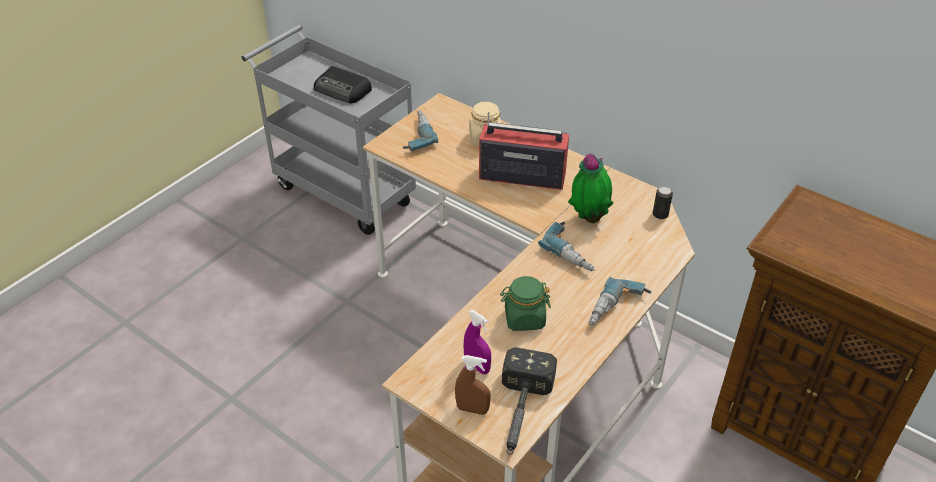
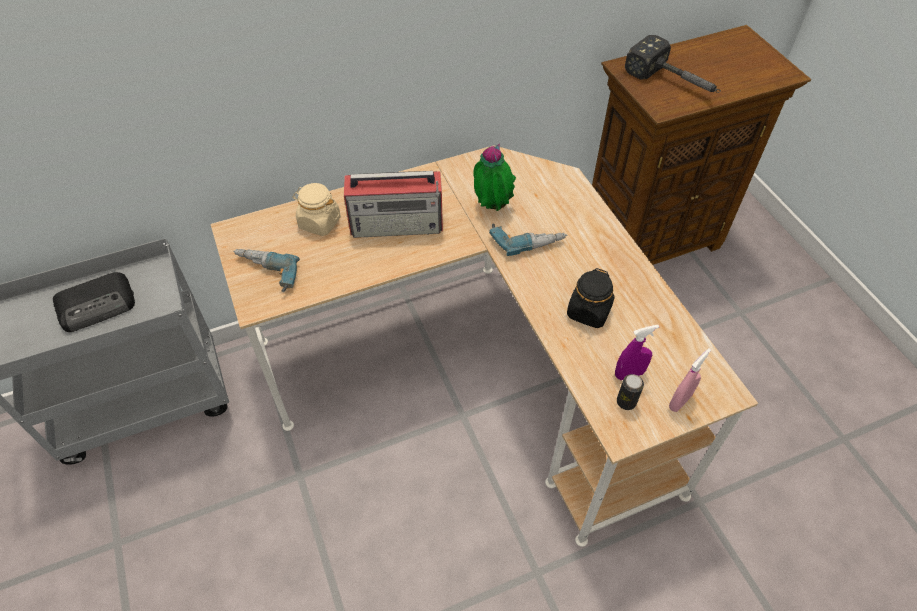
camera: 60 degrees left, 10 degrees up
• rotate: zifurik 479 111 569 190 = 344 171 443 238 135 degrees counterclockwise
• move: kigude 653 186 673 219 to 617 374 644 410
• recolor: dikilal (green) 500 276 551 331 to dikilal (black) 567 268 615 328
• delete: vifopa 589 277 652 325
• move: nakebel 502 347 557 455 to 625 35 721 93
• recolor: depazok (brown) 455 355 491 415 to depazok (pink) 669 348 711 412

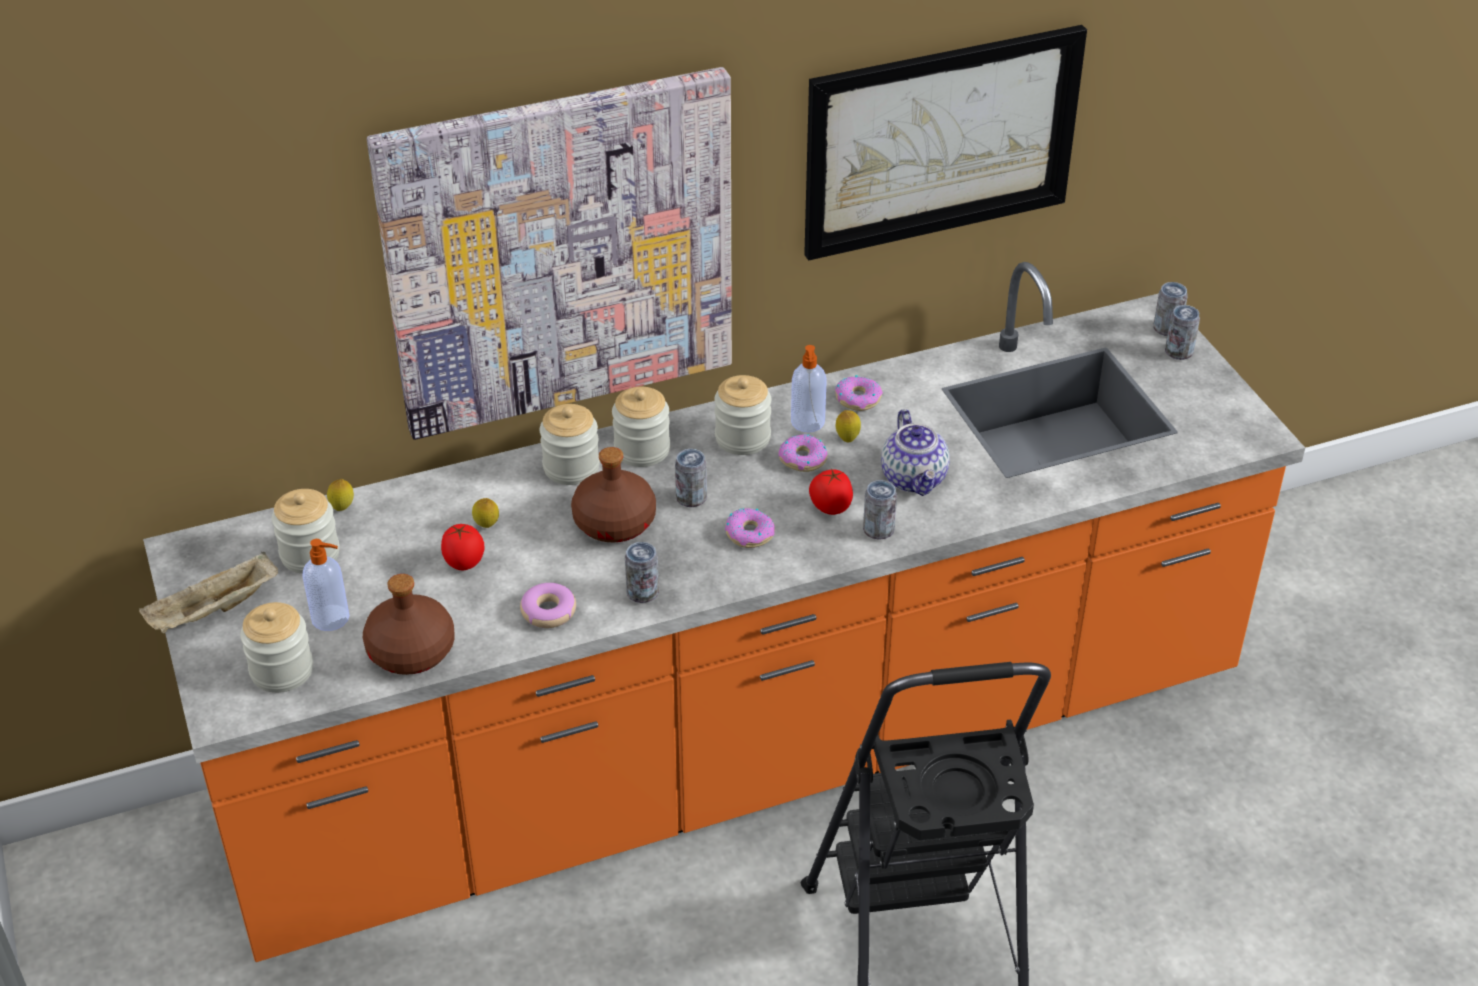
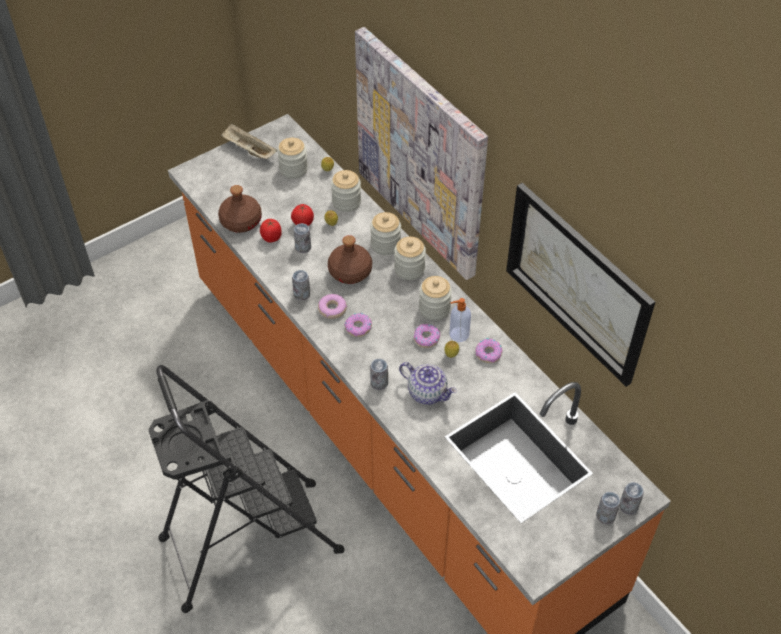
camera: 75 degrees right, 10 degrees up
• rotate: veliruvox 881 409 950 496 = 399 362 457 405 120 degrees counterclockwise
• move: kigude 675 449 707 507 to 294 223 311 253
• move: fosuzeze 809 469 853 515 to 260 219 282 243
• delete: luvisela 302 539 349 631
• move: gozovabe 520 583 576 628 to 318 294 347 319
• move: dikilal 240 602 313 693 to 331 170 361 212

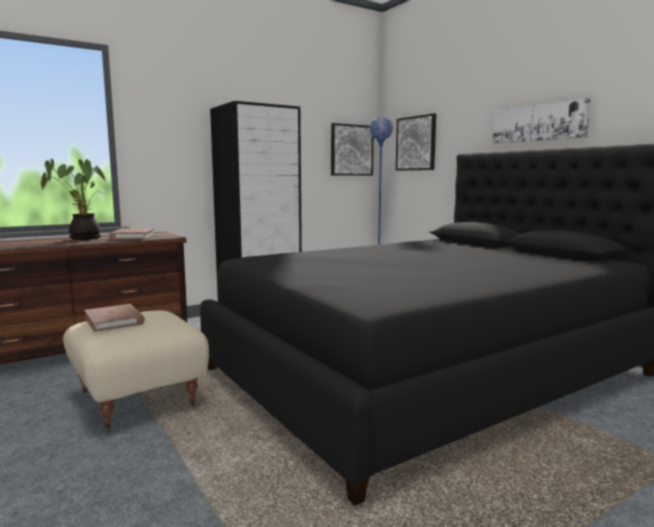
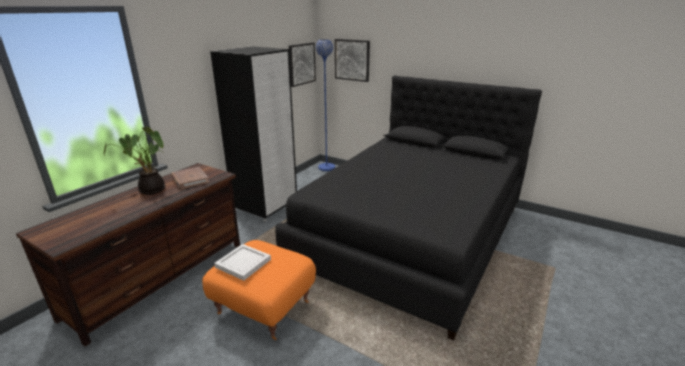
camera: 25 degrees left, 15 degrees up
• delete: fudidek 492 98 591 144
• replace: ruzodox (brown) 84 304 145 332 to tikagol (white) 214 244 271 281
• recolor: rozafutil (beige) 63 310 209 432 to rozafutil (orange) 202 240 316 340

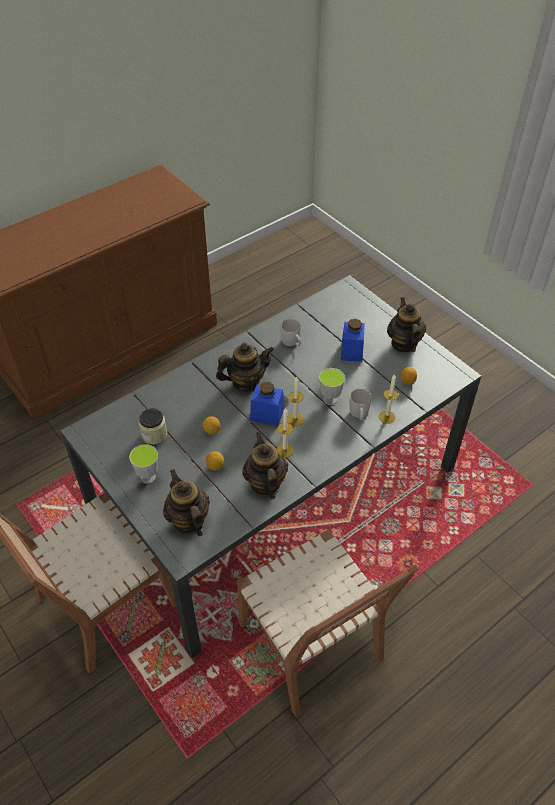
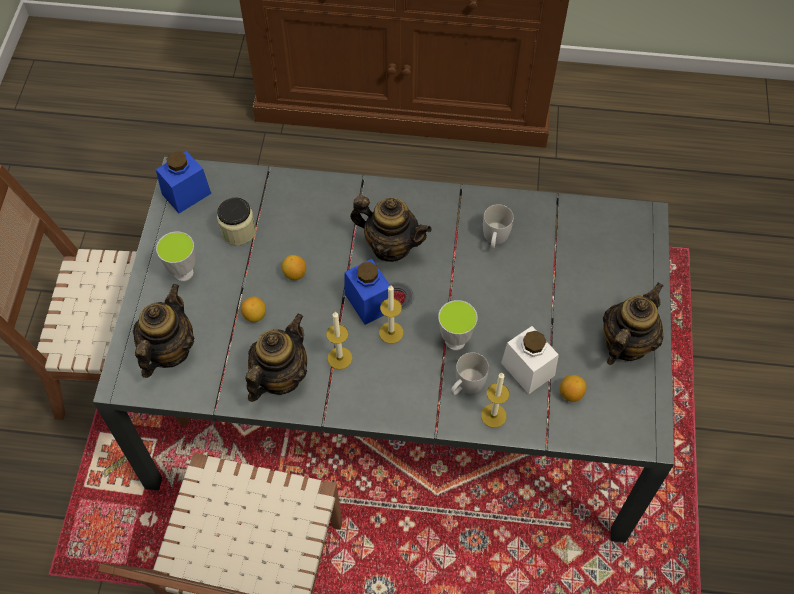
camera: 45 degrees right, 10 degrees up
• move: dikilal (blue) 341 319 365 362 to 156 151 211 213
• insert: dikilal (white) 501 326 559 394

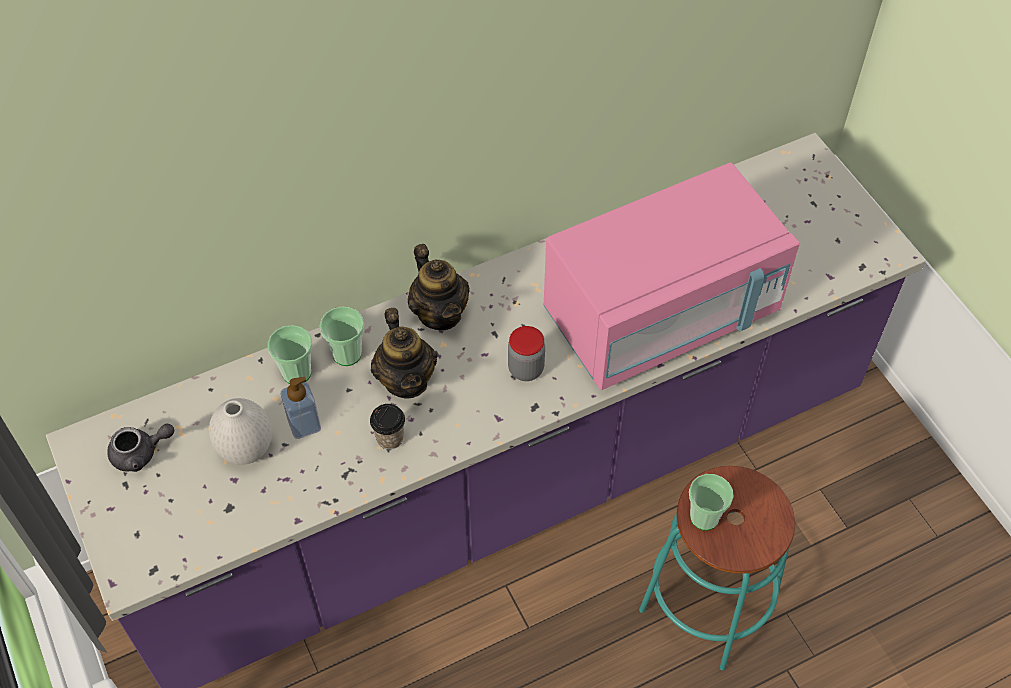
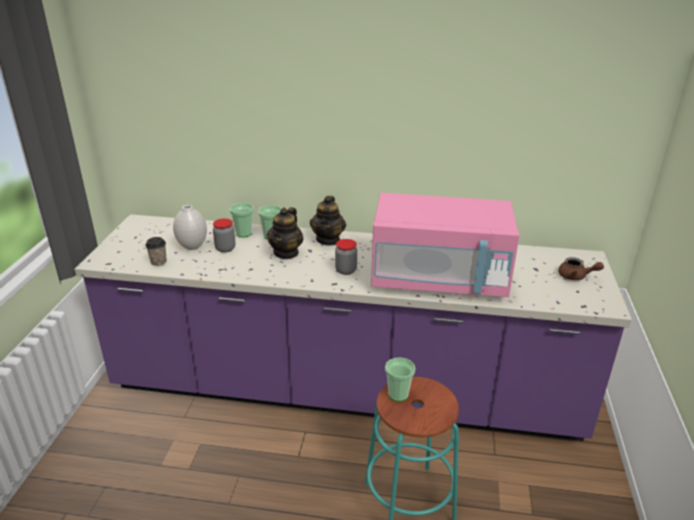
camera: 35 degrees right, 25 degrees down
• replace: luvisela 281 377 321 439 to dikilal 213 218 235 253
• move: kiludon 370 404 405 450 to 145 237 167 266
• delete: veliruvox (grey) 107 424 175 472
• insert: veliruvox (brown) 558 257 604 280

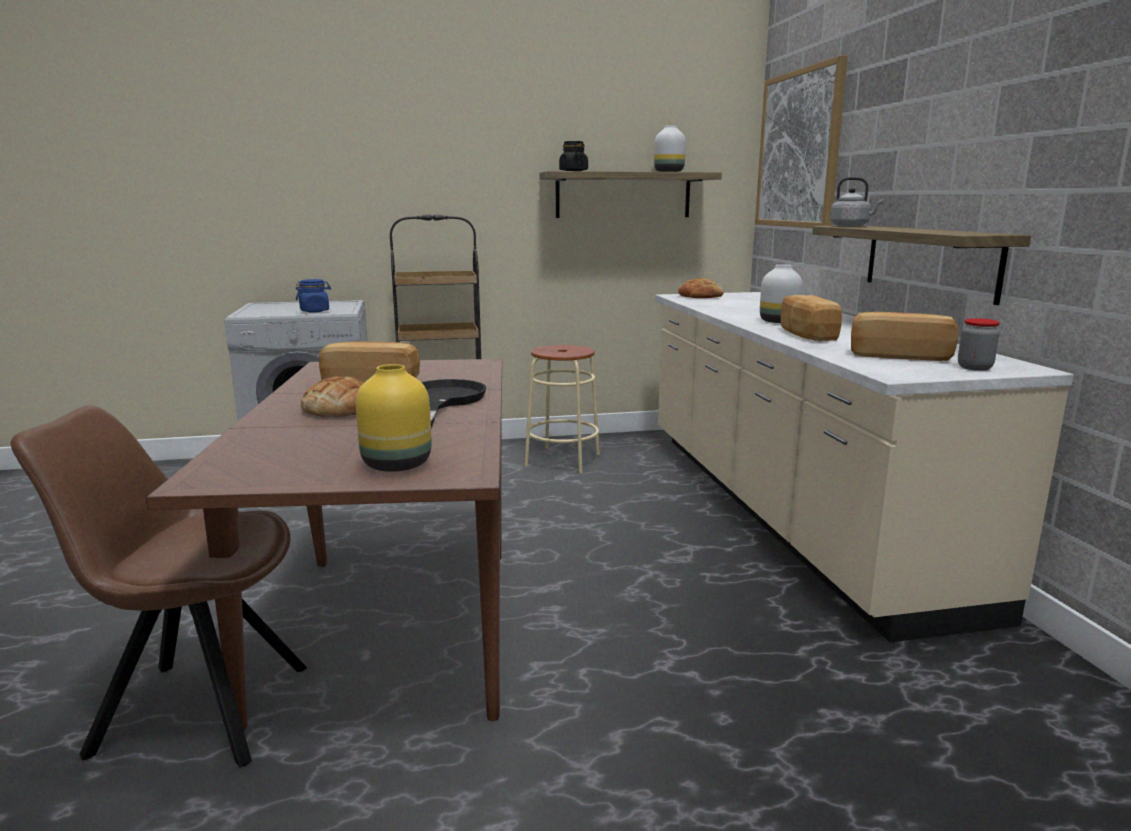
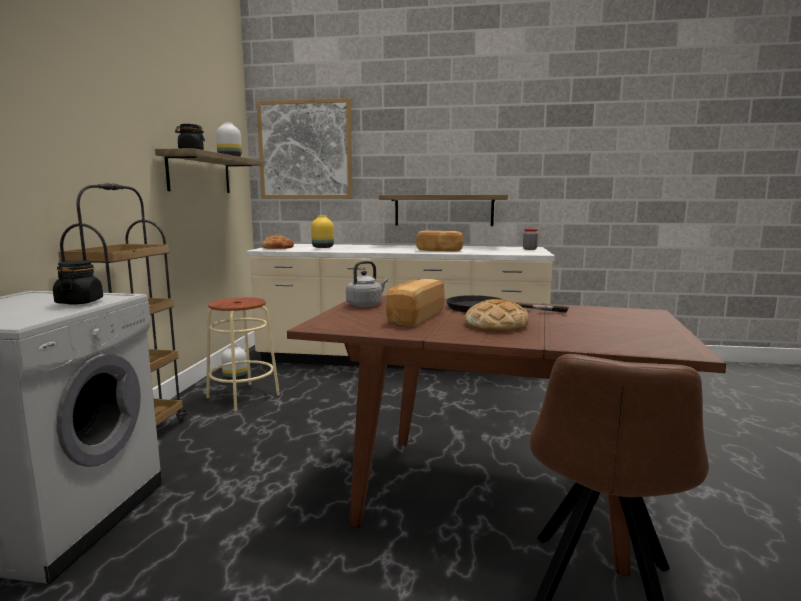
camera: 70 degrees left, 5 degrees down
• move: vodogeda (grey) 830 177 883 226 to 346 261 388 307
• move: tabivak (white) 760 264 803 323 to 221 344 248 380
• recolor: dikilal (blue) 296 279 331 312 to dikilal (black) 53 260 103 305
• delete: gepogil 851 312 958 361
• move: tabivak (yellow) 356 364 432 472 to 311 216 334 248

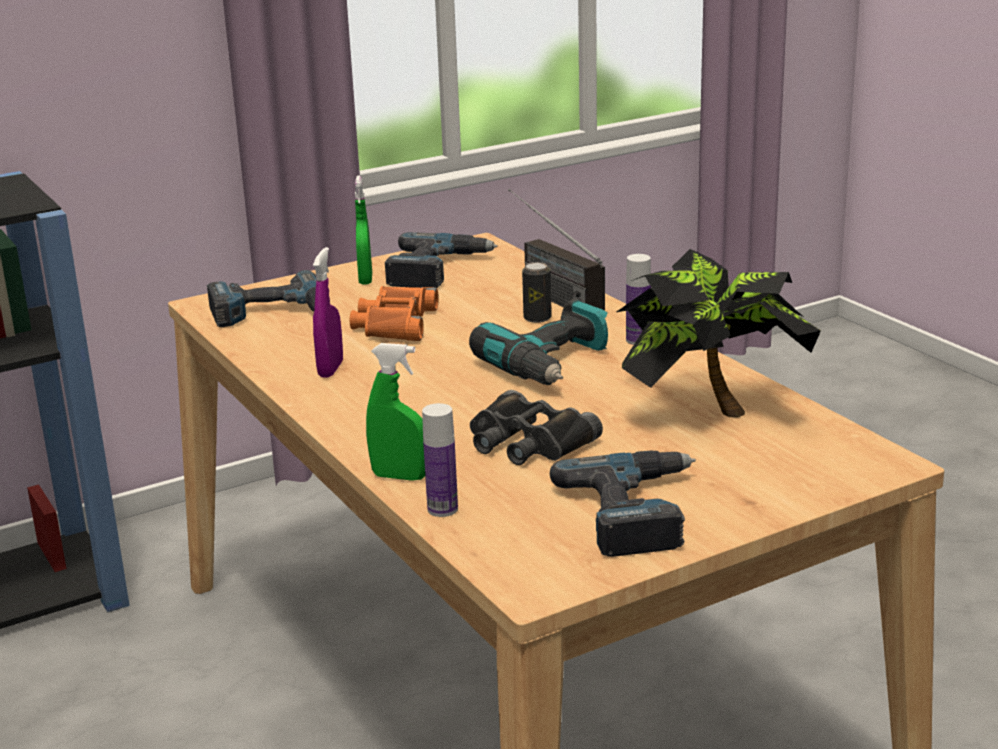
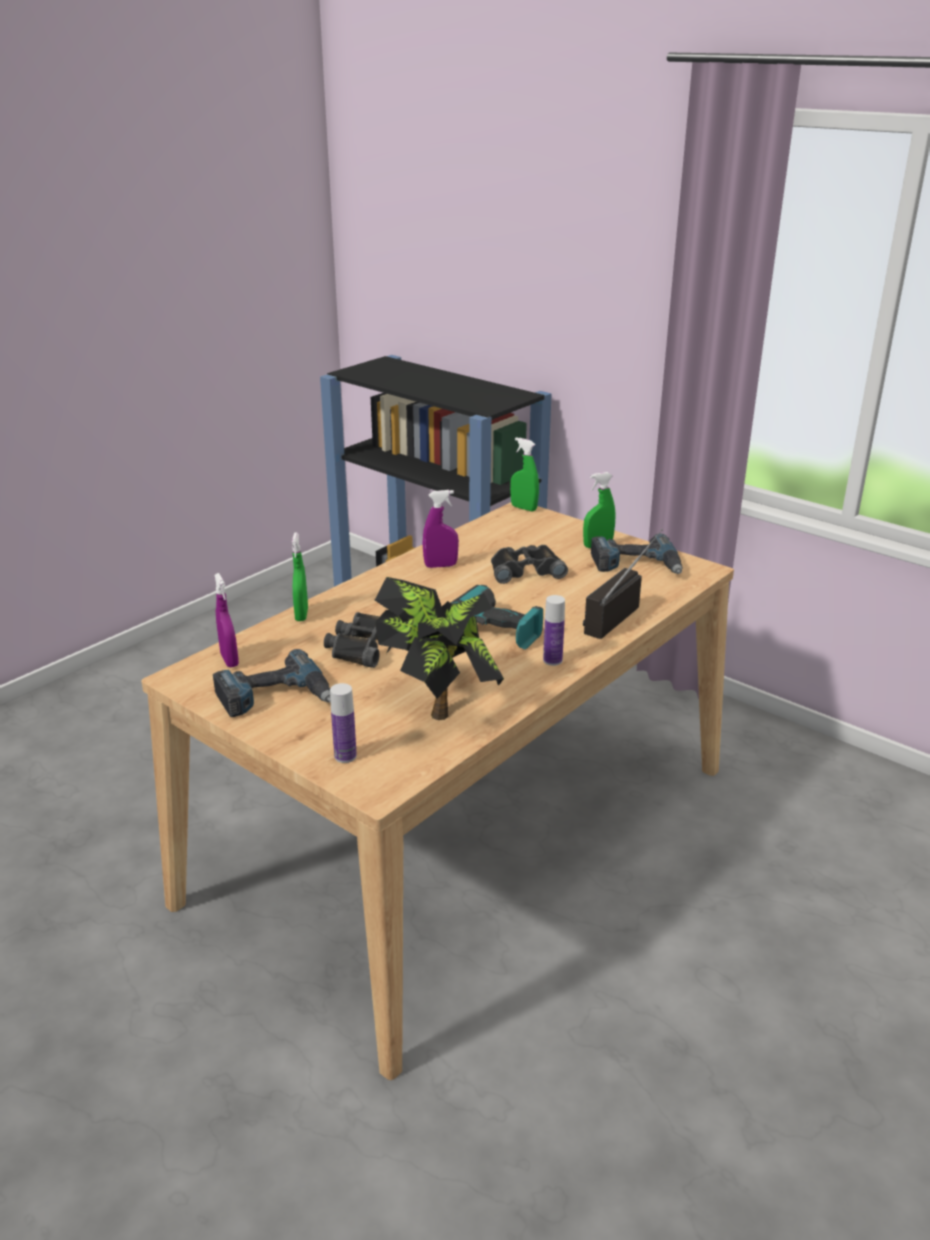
camera: 70 degrees right, 5 degrees up
• delete: kigude 522 262 552 323
• delete: vifopa 207 270 316 327
• recolor: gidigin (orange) 350 286 439 341 to gidigin (black) 491 545 568 584
• move: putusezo 422 403 458 517 to 330 683 357 763
• insert: depazok (green) 510 437 539 512
• insert: depazok (purple) 214 573 239 667

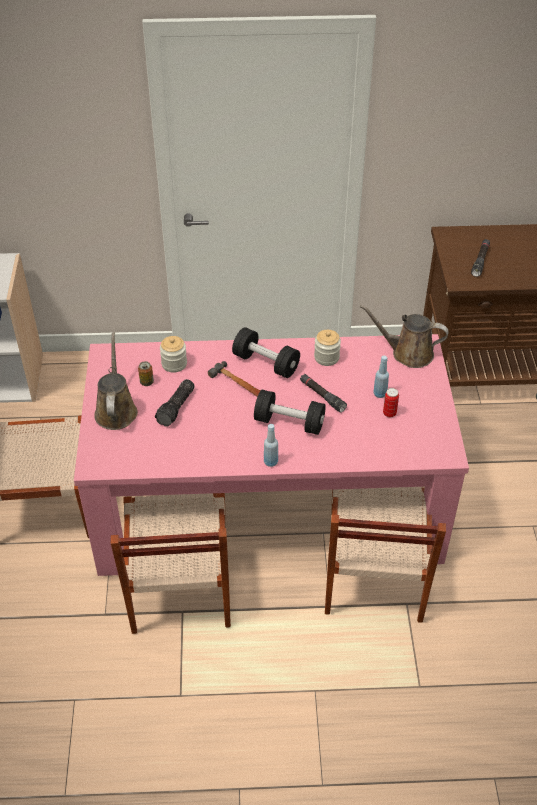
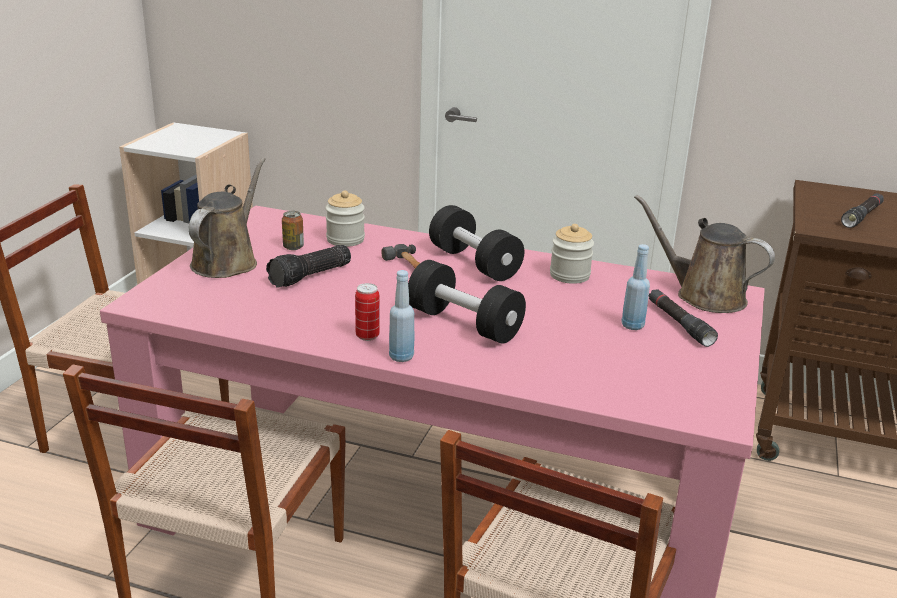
camera: 20 degrees right, 20 degrees down
• move: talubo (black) 300 374 347 413 to 649 289 718 347
• move: kigude 383 388 399 417 to 355 283 380 341

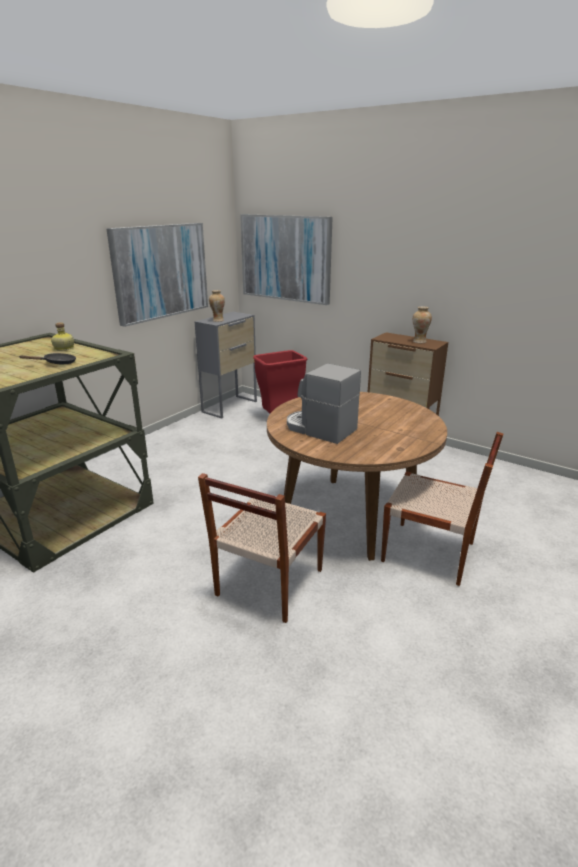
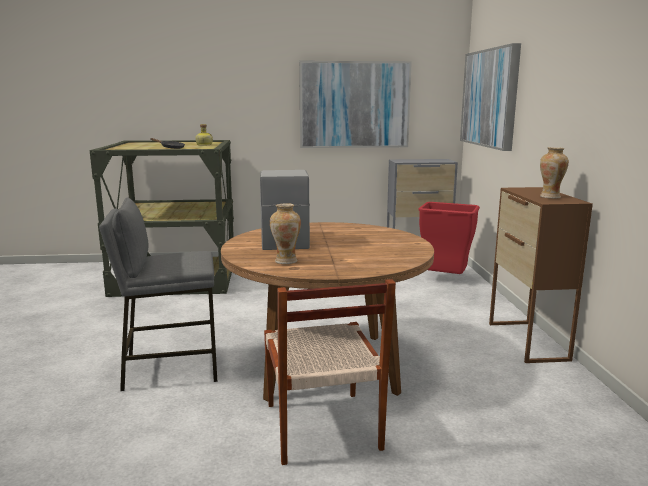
camera: 50 degrees right, 10 degrees down
• move: tabivak 209 290 225 322 to 270 203 301 264
• replace: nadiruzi 198 473 326 623 to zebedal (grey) 99 198 218 391

